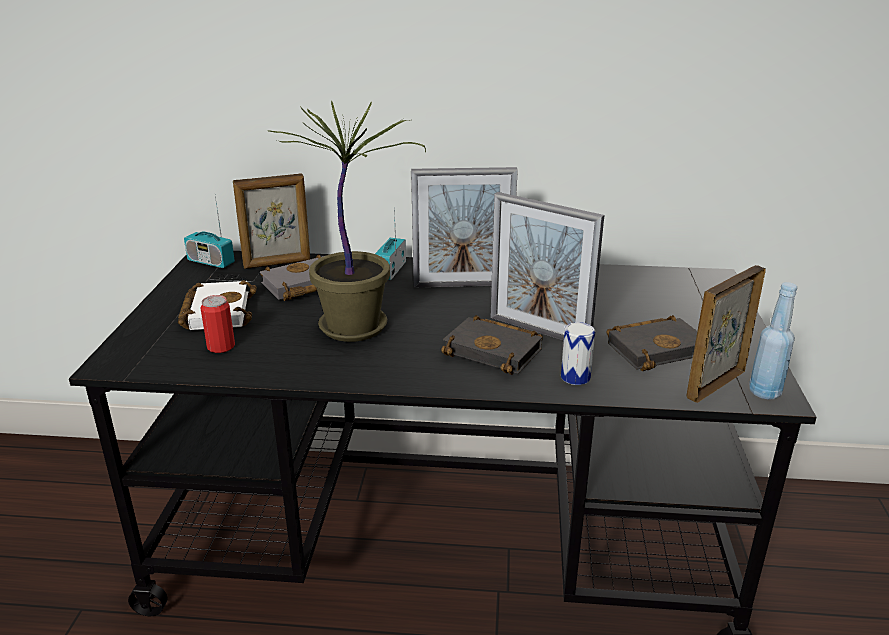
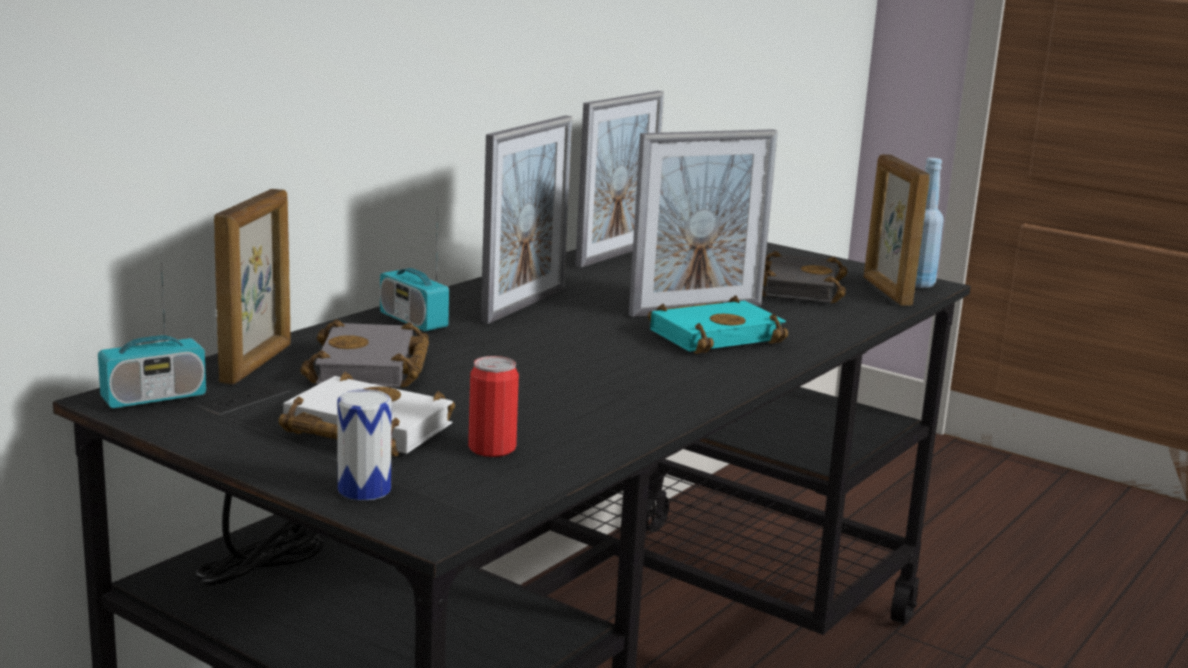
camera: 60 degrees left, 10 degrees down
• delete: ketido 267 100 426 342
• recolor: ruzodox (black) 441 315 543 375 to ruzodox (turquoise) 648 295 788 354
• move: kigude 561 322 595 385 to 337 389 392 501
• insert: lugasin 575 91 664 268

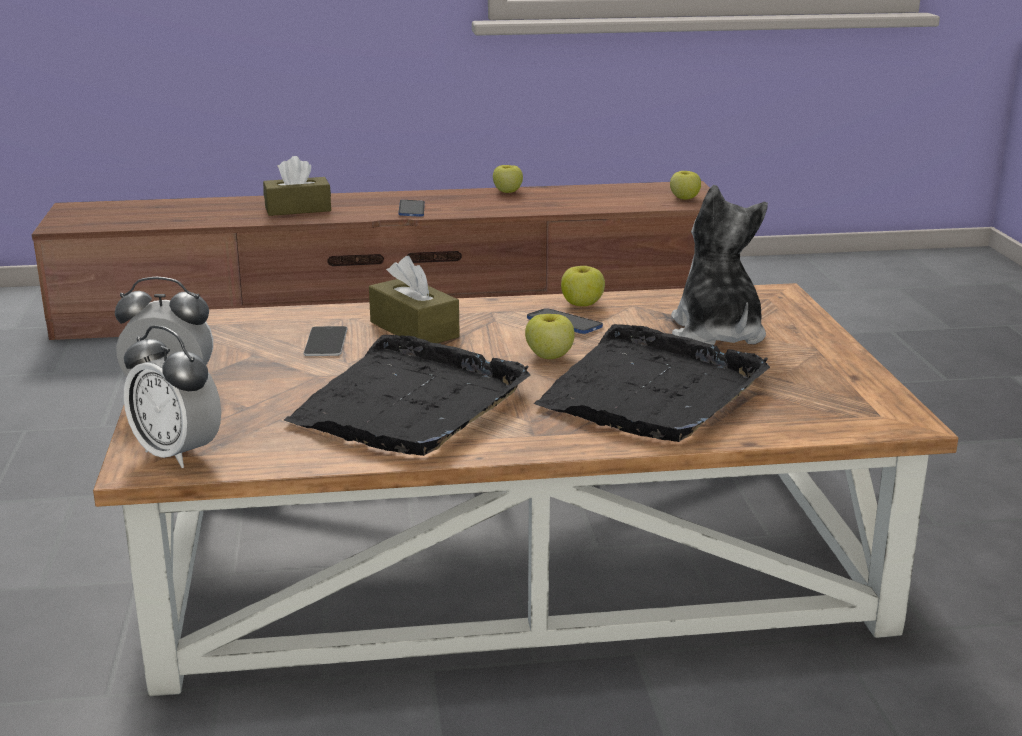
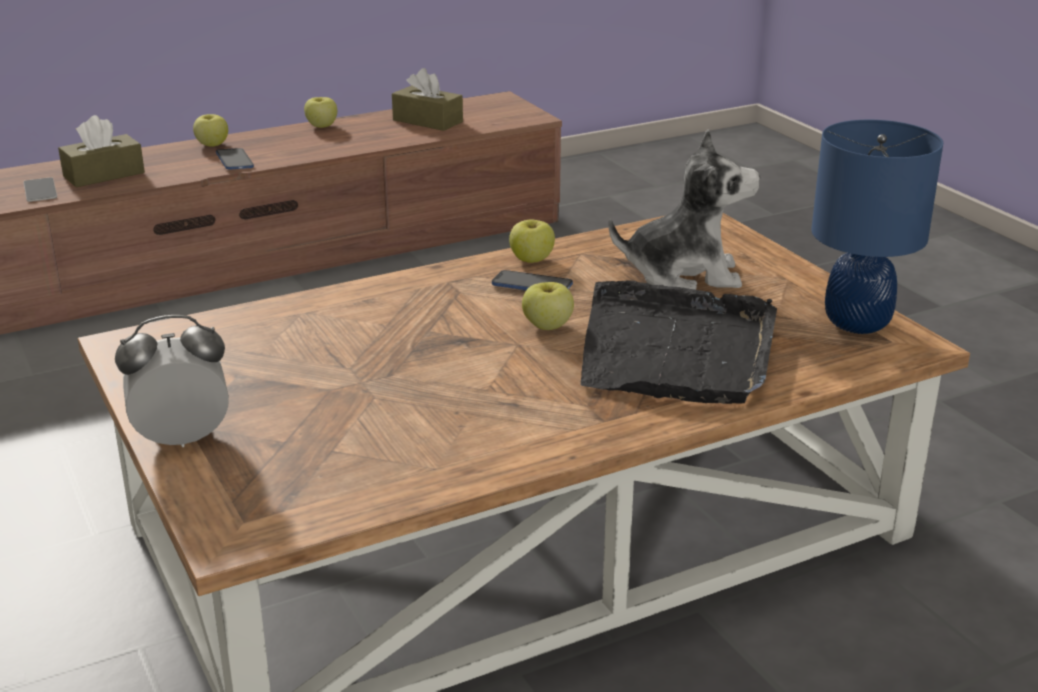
camera: 20 degrees left, 5 degrees up
• move: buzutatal 670 171 701 200 to 193 114 228 147
• rotate: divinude 671 185 768 345 = 609 128 760 290 120 degrees clockwise
• move: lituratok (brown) 369 256 460 343 to 392 68 463 131
• delete: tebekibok 123 325 221 468
• move: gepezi 304 326 347 356 to 24 177 57 202
• delete: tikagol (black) 284 335 530 456
• insert: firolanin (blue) 811 120 943 334

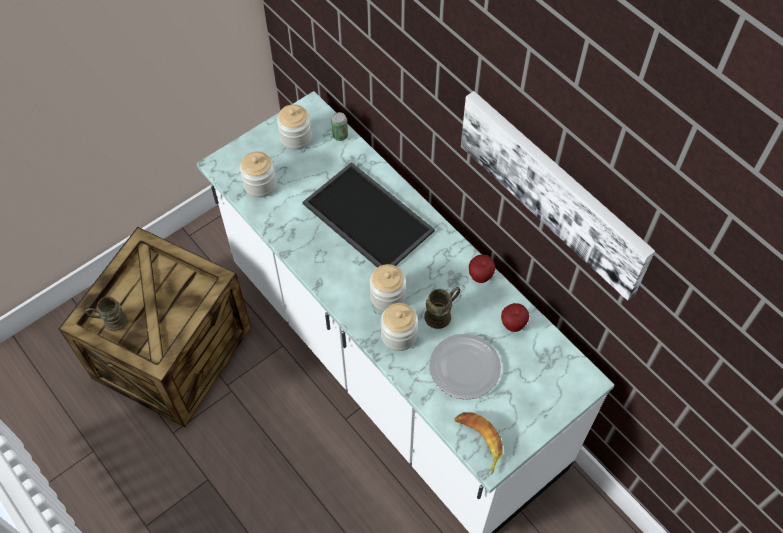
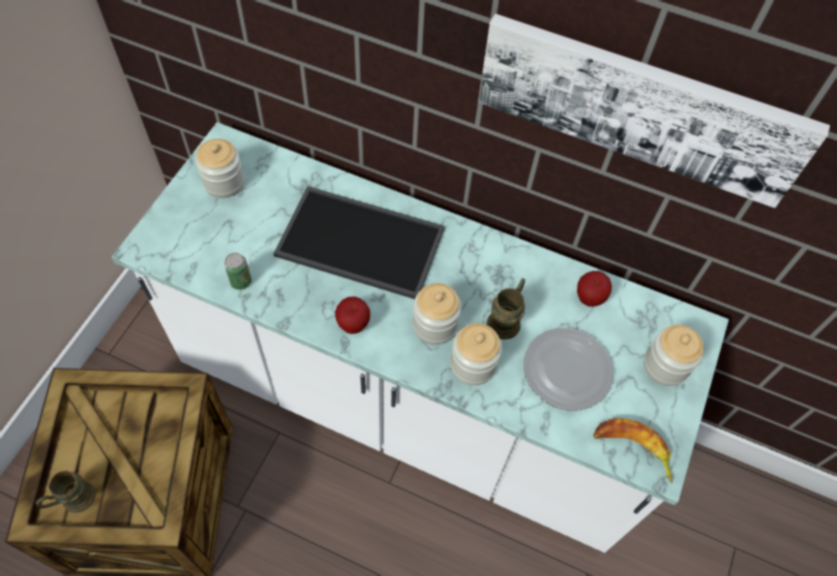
camera: 30 degrees left, 0 degrees up
• move: kigude 331 112 348 141 to 224 253 251 290
• move: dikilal 240 151 277 198 to 644 324 704 386
• move: buzutatal 469 255 495 283 to 335 296 370 334

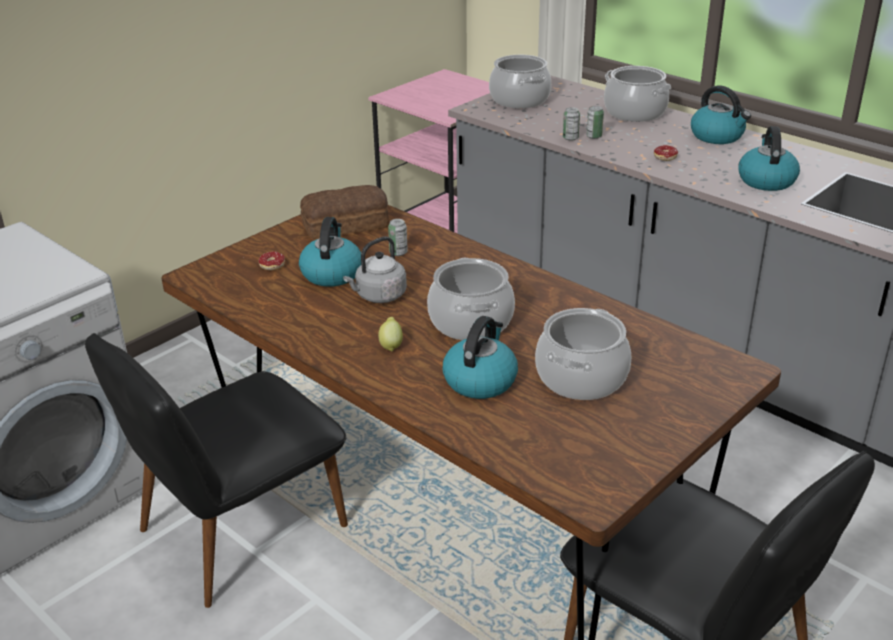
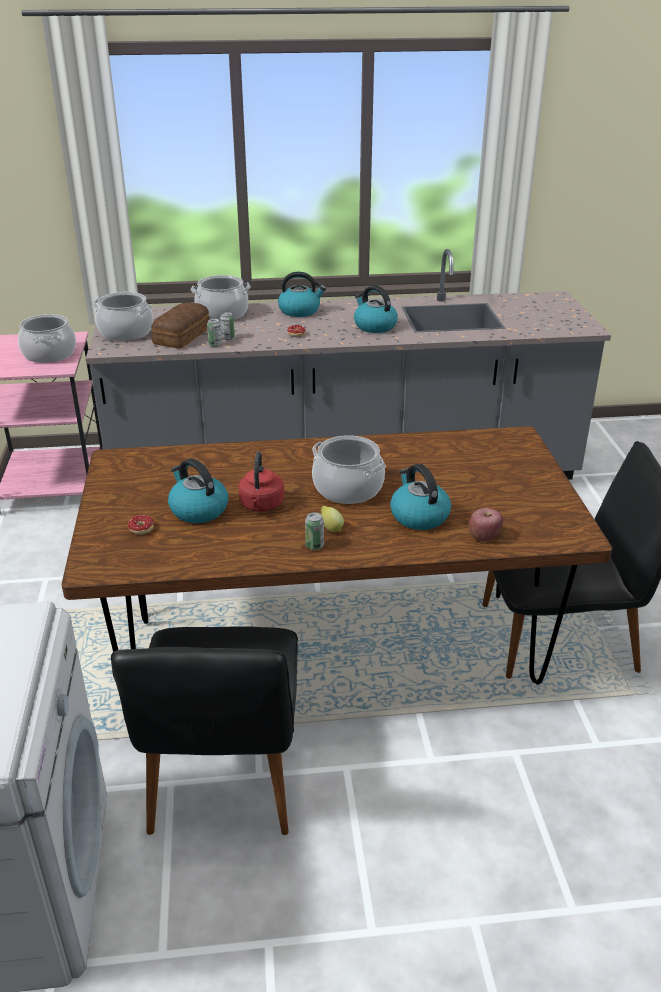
camera: 50 degrees left, 0 degrees up
• move: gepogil 300 185 389 240 to 151 302 210 348
• move: kigude 388 219 408 256 to 305 512 324 550
• recolor: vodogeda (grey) 343 236 407 303 to vodogeda (red) 238 451 284 512
• move: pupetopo 535 308 631 400 to 18 314 76 363
• insert: buzutatal 468 508 503 542

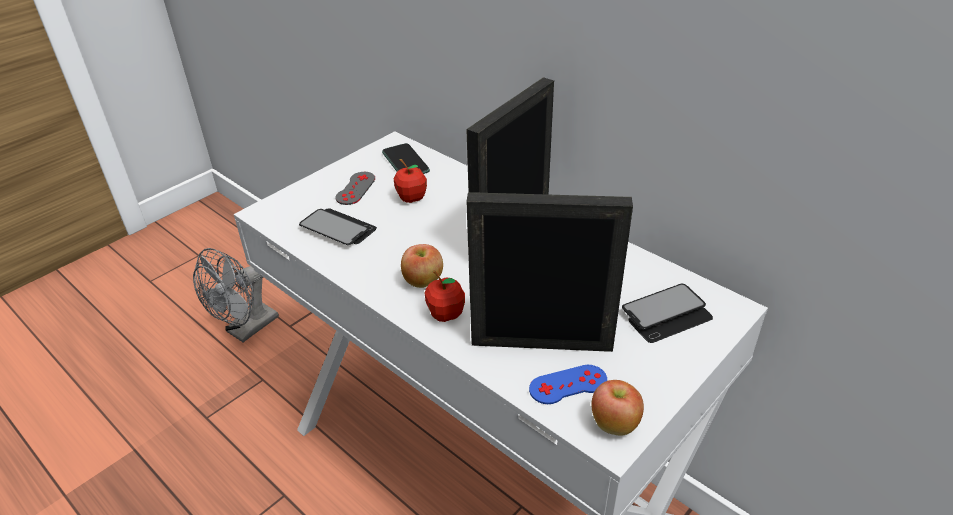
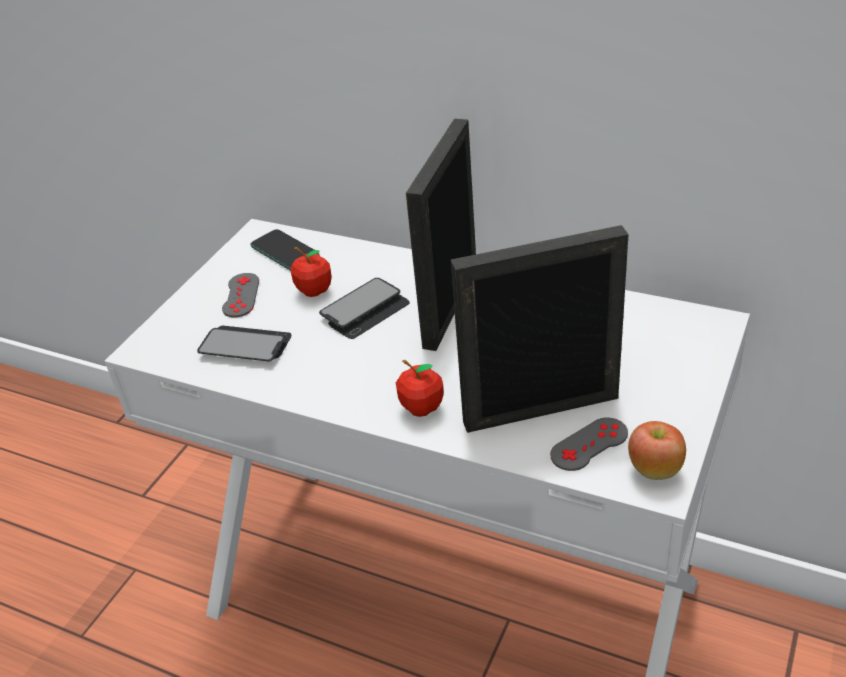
camera: 15 degrees left, 0 degrees up
• delete: buzutatal 401 244 443 288
• delete: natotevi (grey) 193 248 279 342
• move: gepezi 622 284 713 343 to 319 278 410 339
• recolor: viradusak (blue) 529 365 607 404 to viradusak (grey) 550 418 628 471

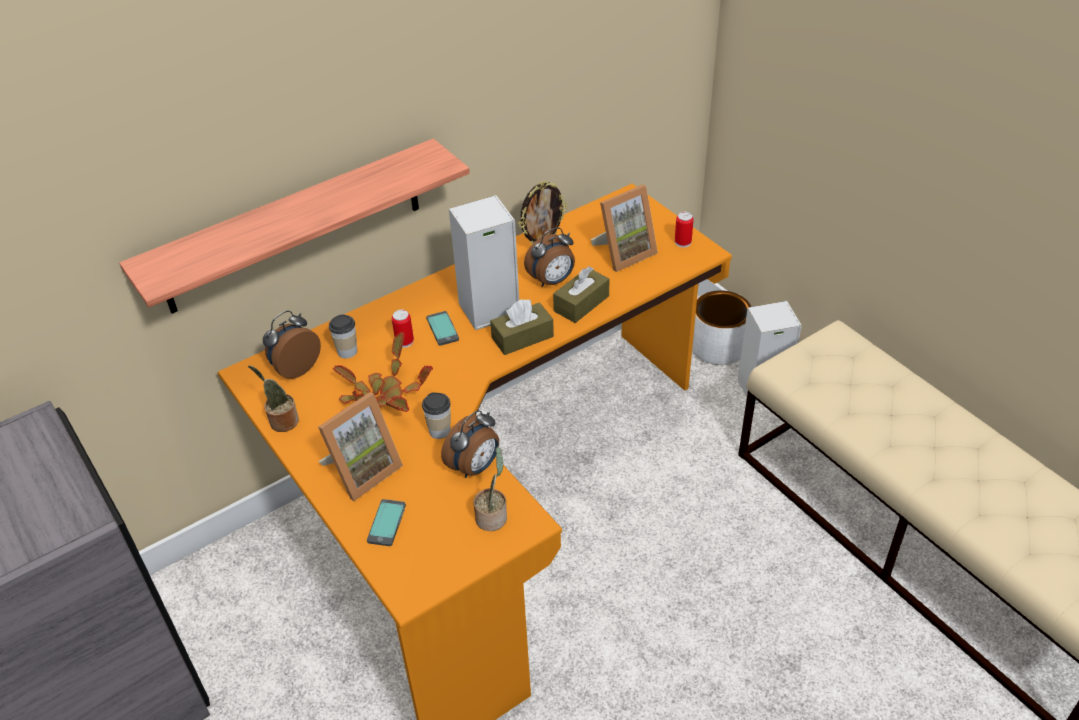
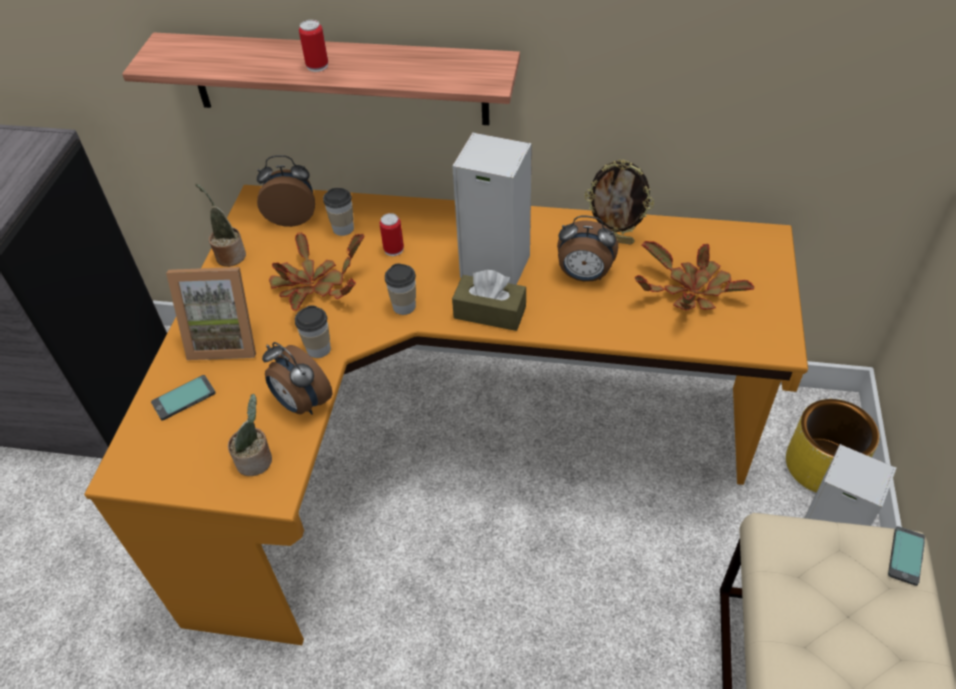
camera: 45 degrees right, 5 degrees up
• replace: lugasin 591 184 658 272 to ketido 635 241 754 310
• move: kigude 675 212 694 248 to 299 20 328 72
• delete: lituratok (brown) 553 266 610 323
• recolor: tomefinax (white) 692 290 751 365 to tomefinax (yellow) 786 399 880 492
• move: gepezi 426 311 459 346 to 888 526 925 586
• rotate: tebekibok 441 410 499 478 = 262 342 333 415 45 degrees clockwise
• insert: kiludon 385 263 416 315

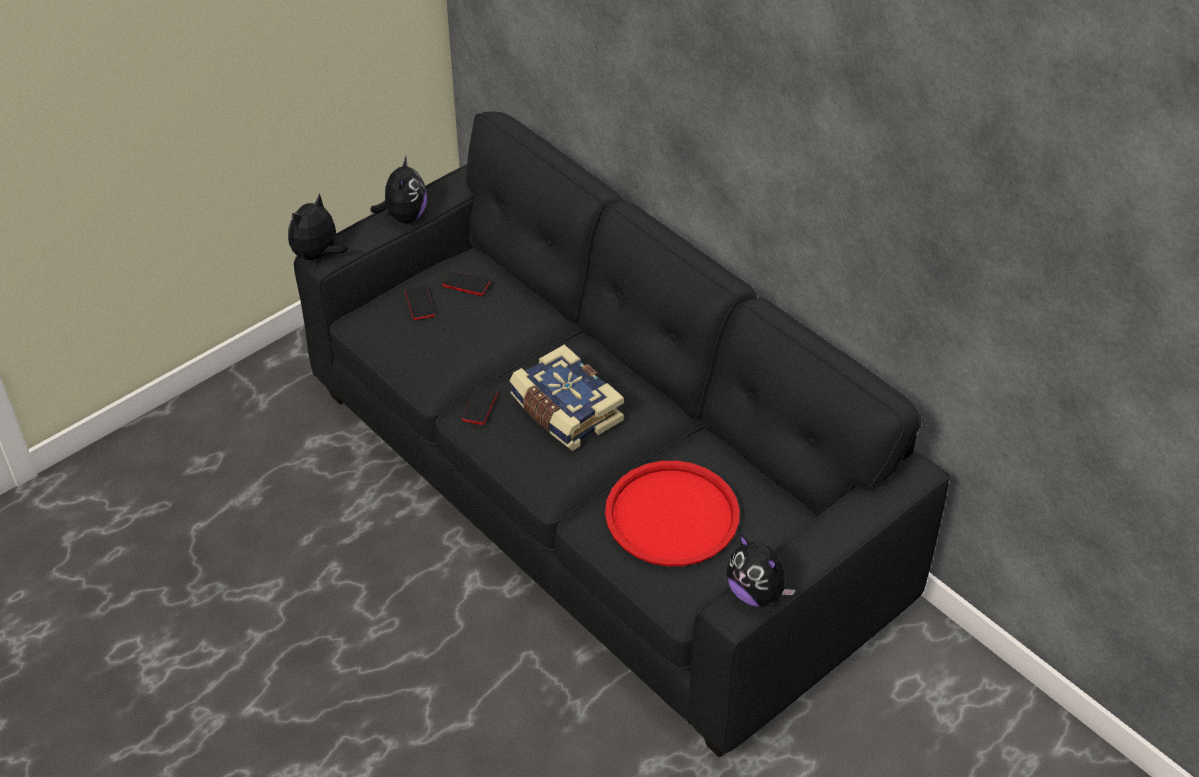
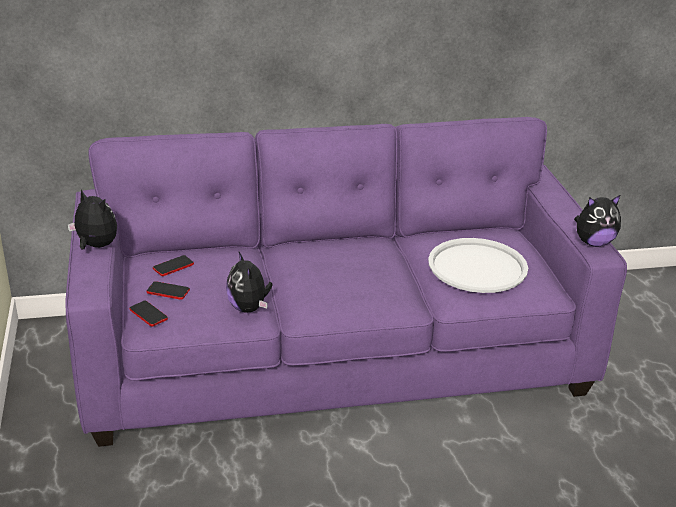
camera: 60 degrees left, 15 degrees down
• recolor: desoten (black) 294 111 950 757 to desoten (purple) 65 117 627 447
• move: divinude 288 193 348 264 to 226 252 273 313
• delete: ruzodox 510 344 624 451
• move: gepezi 462 386 498 425 to 129 301 168 327
• recolor: tikagol (red) 605 461 740 566 to tikagol (white) 428 238 528 293

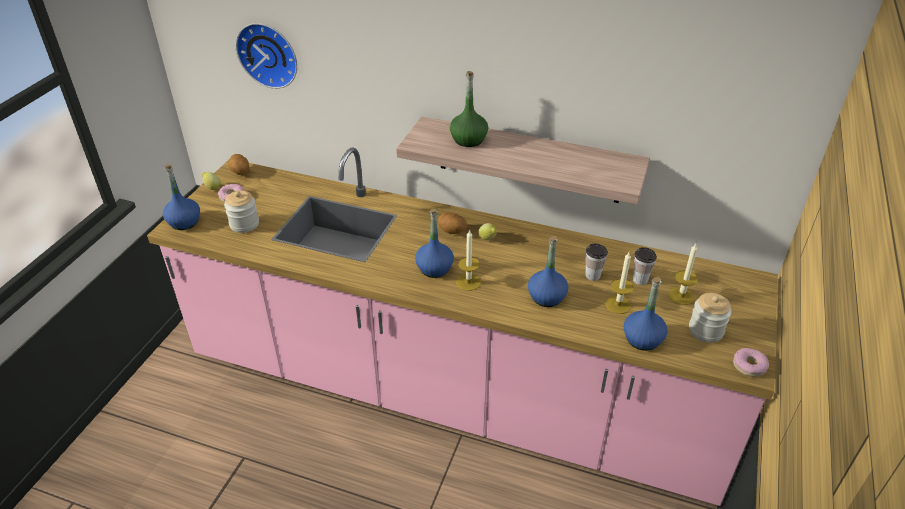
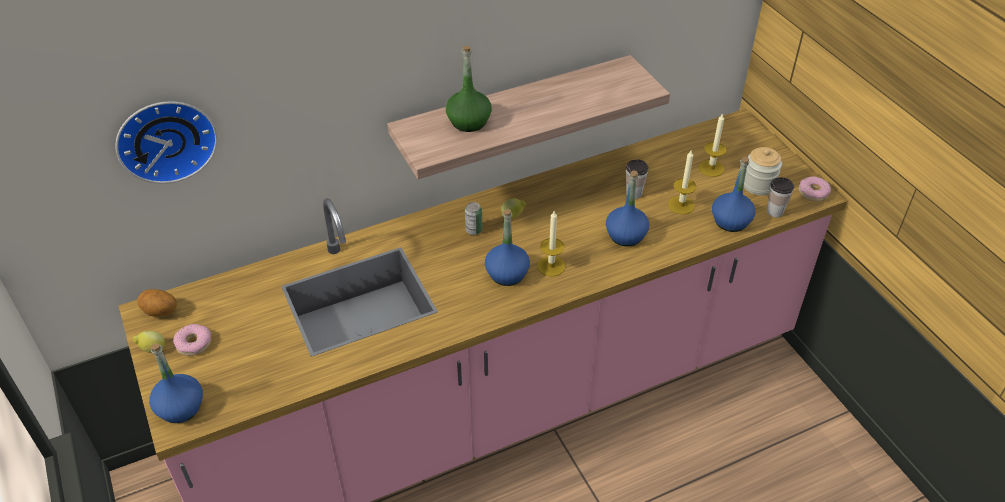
camera: 45 degrees left, 5 degrees up
• delete: dikilal 224 190 259 233
• replace: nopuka 438 212 468 234 to kigude 465 202 482 235
• move: kiludon 633 247 657 285 to 767 177 794 217

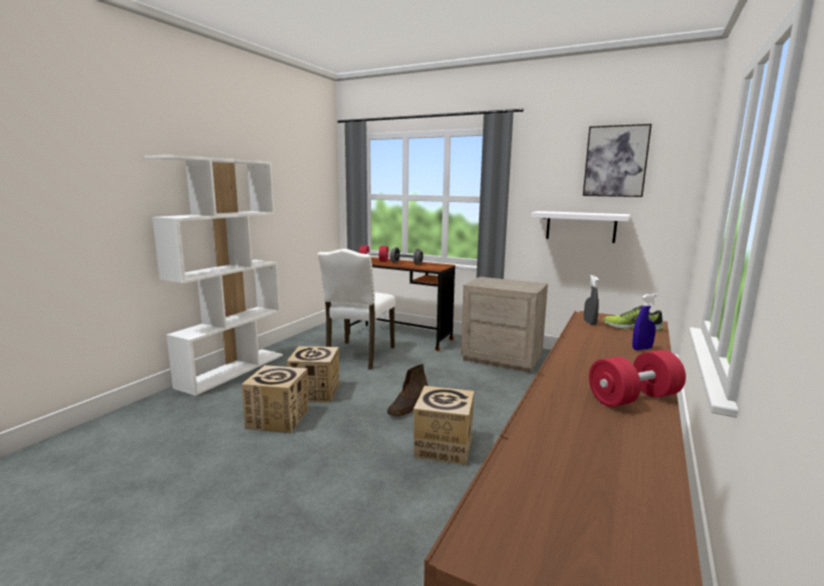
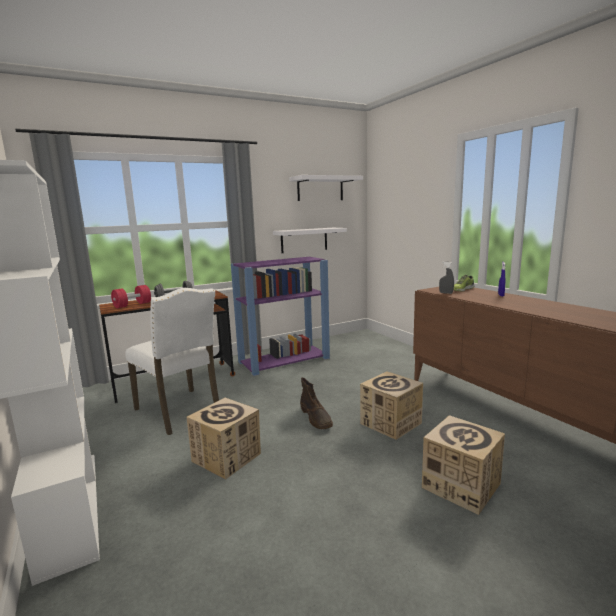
camera: 55 degrees left, 0 degrees up
• replace: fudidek 583 124 652 197 to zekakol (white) 289 175 363 201
• replace: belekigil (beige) 461 277 548 373 to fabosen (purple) 231 257 330 376
• delete: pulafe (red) 589 350 686 407
• move: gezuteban 241 365 308 433 to 422 415 505 515

